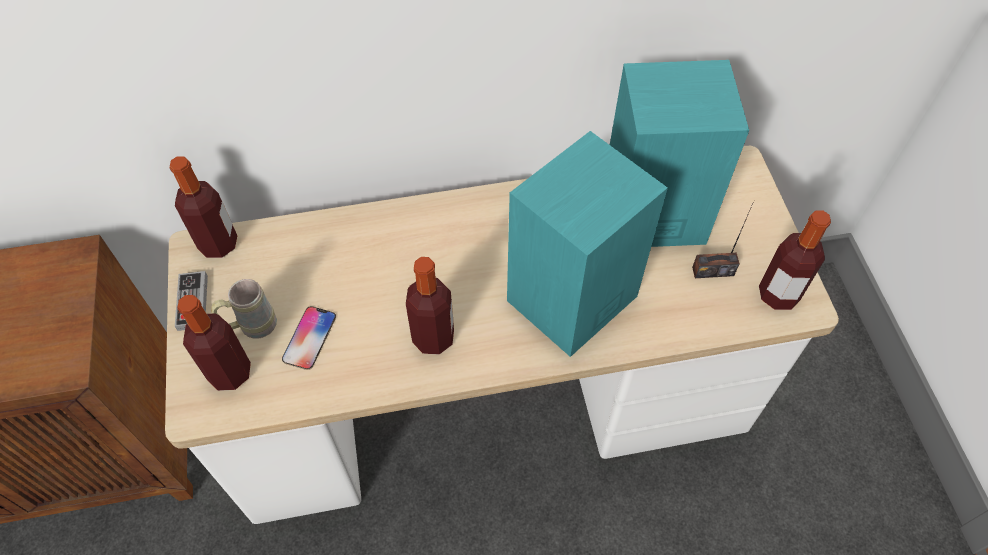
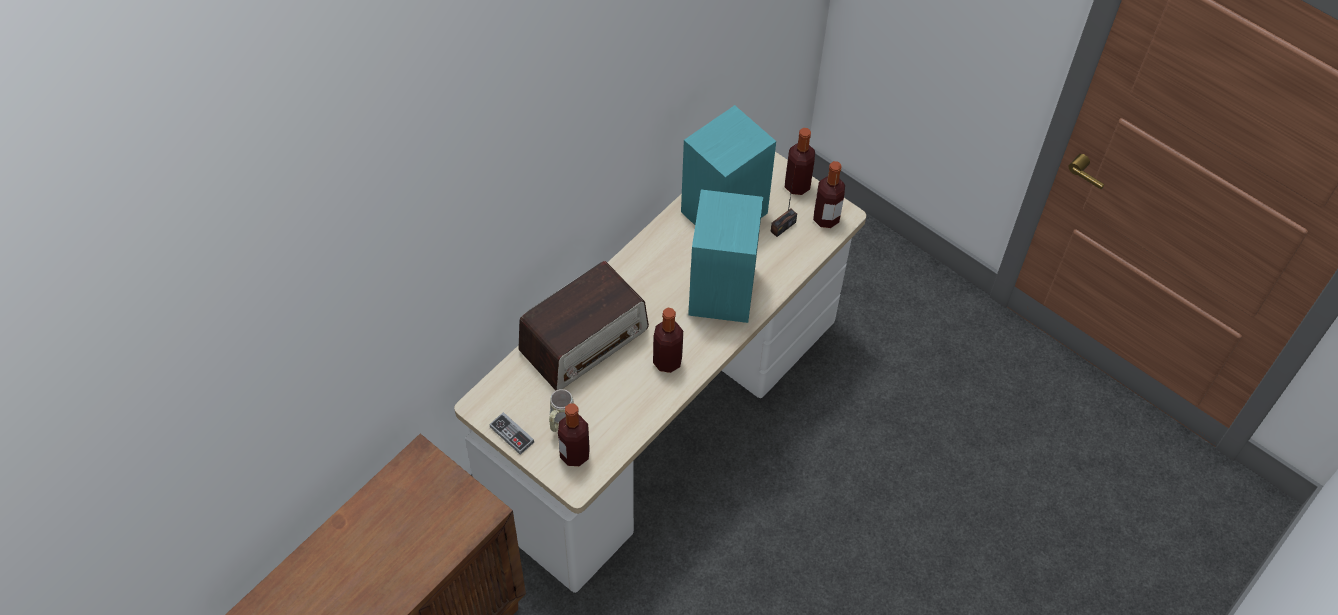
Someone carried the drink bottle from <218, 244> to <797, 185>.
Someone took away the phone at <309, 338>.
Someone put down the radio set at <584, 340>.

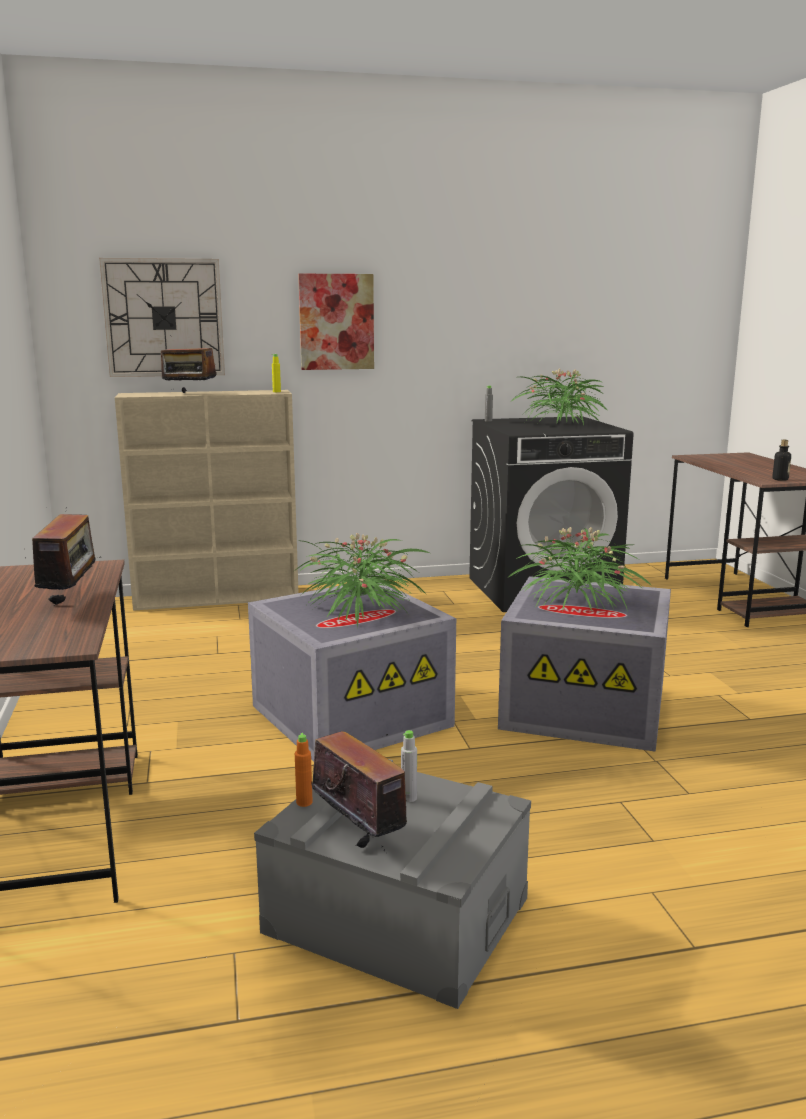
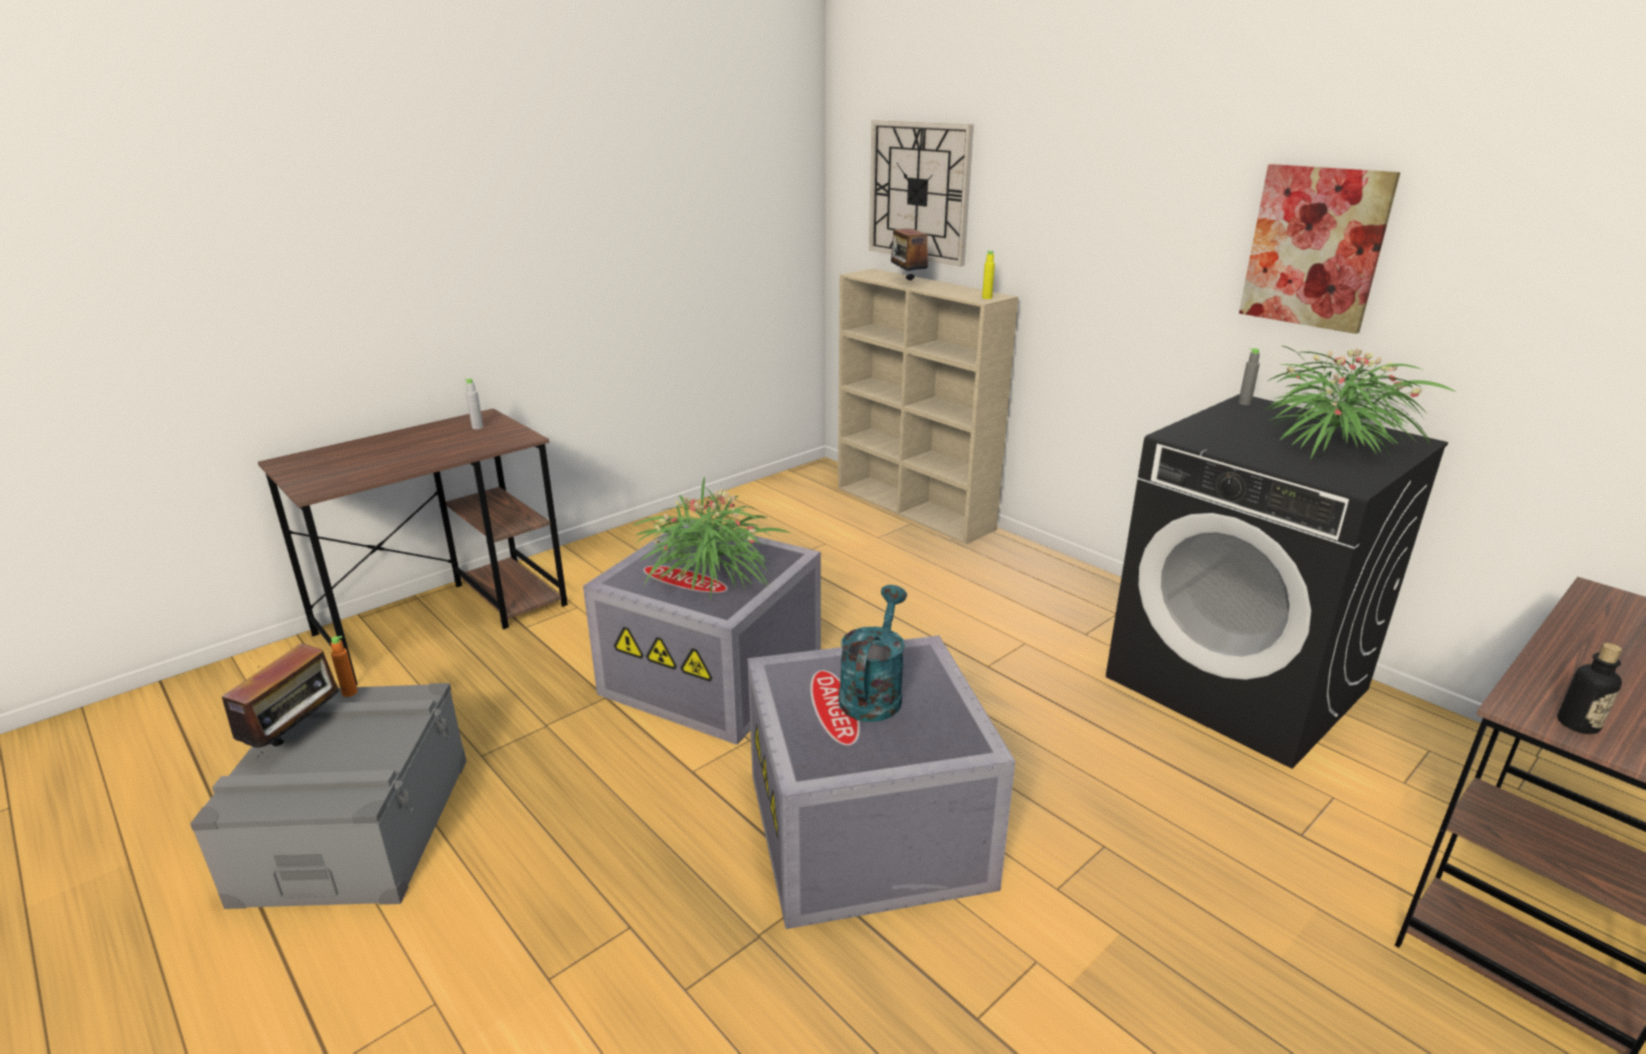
Someone carried the wall picture from <336, 322> to <1315, 247>.
Someone took away the radio set at <71, 599>.
Someone swapped the houseplant at <577, 600> for the turquoise-coloured watering can at <873, 692>.
Someone carried the greyish drink bottle from <409, 798> to <477, 427>.

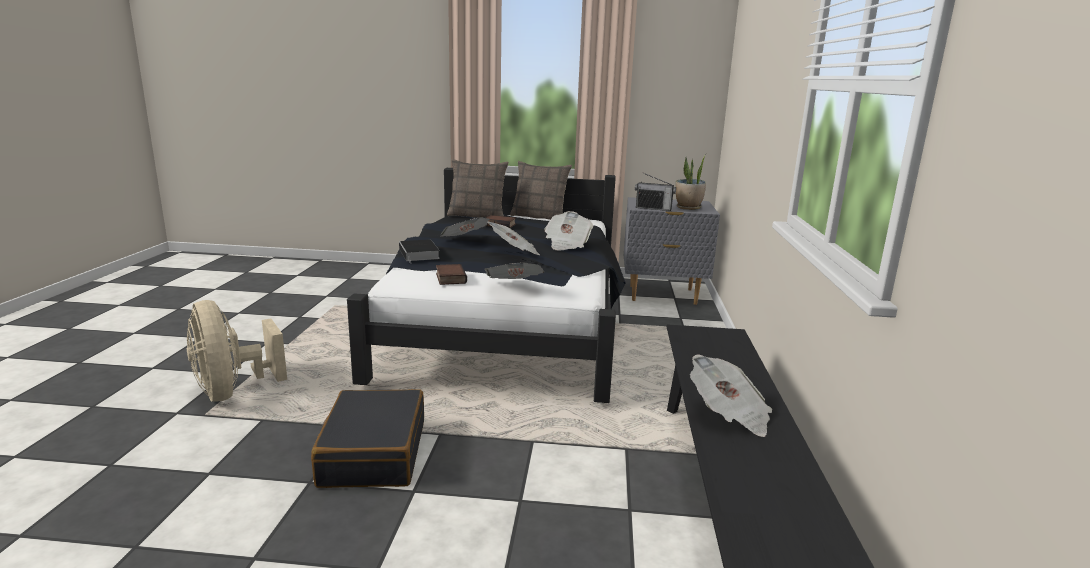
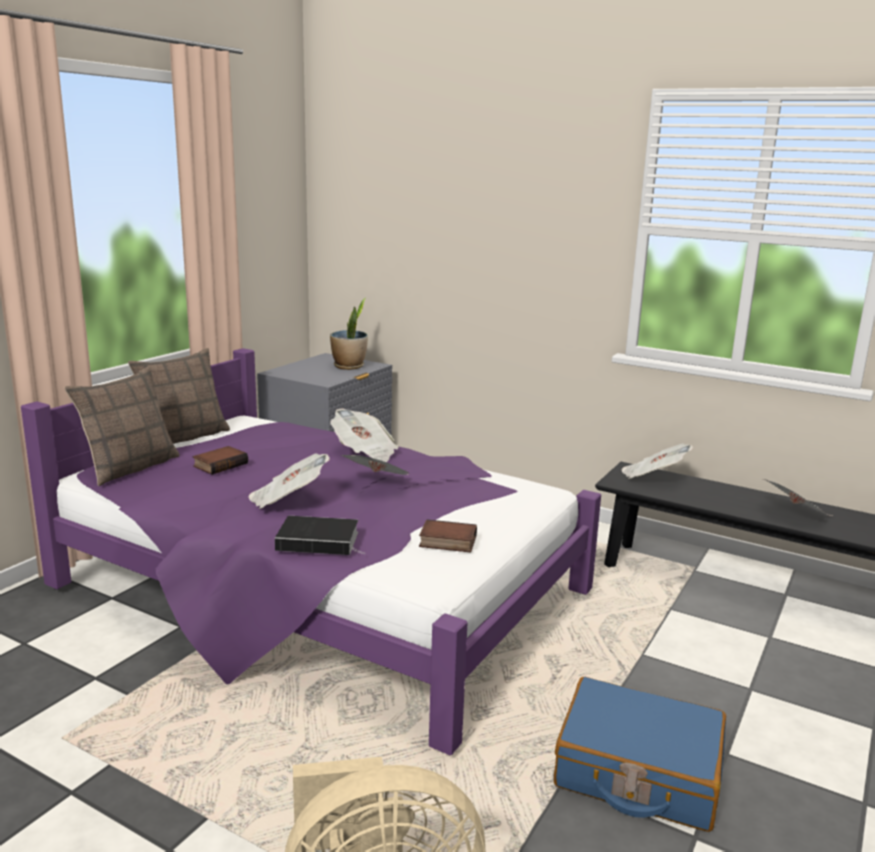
Someone repainted the black sleeping bed at <507, 324>, which became the purple sleeping bed at <321, 594>.
Someone took away the radio set at <653, 208>.
Someone carried the daily paper from <514, 287> to <652, 477>.
Someone repainted the black travel case at <373, 453>, which became the blue-coloured travel case at <637, 772>.

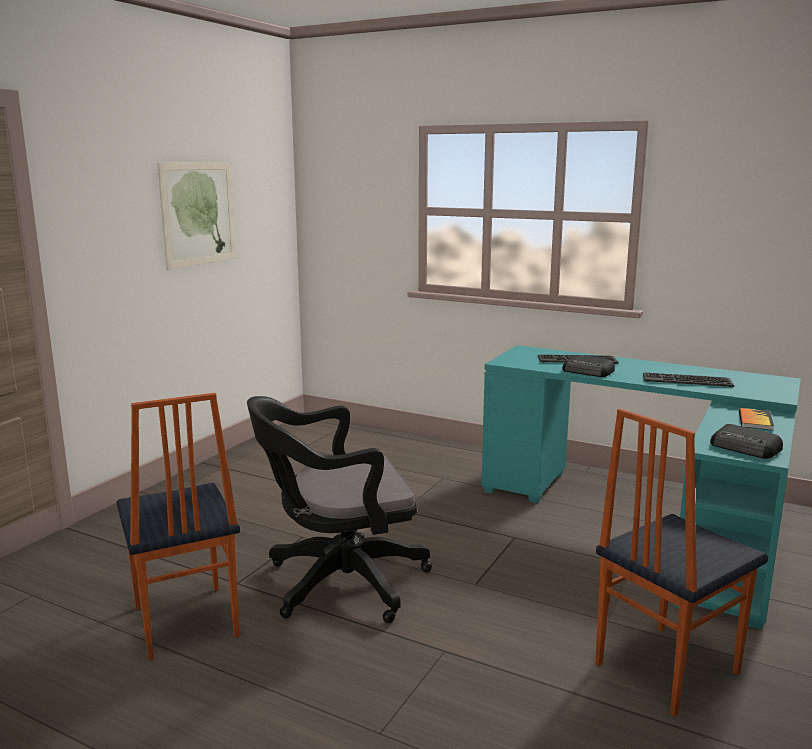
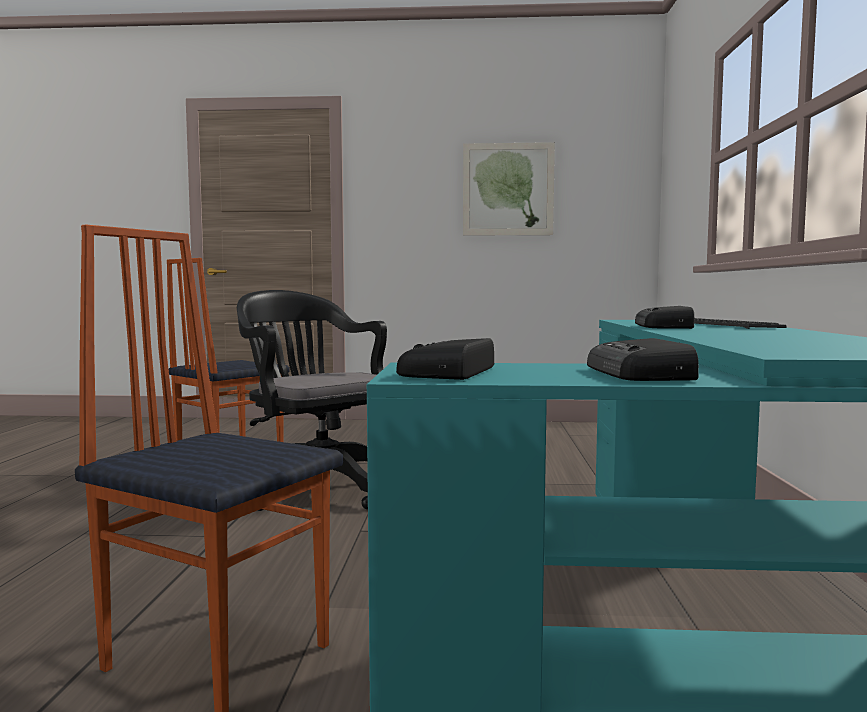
Someone took away the PC keyboard at <686, 380>.
Someone swapped the book at <755, 420> for the radio set at <640, 374>.

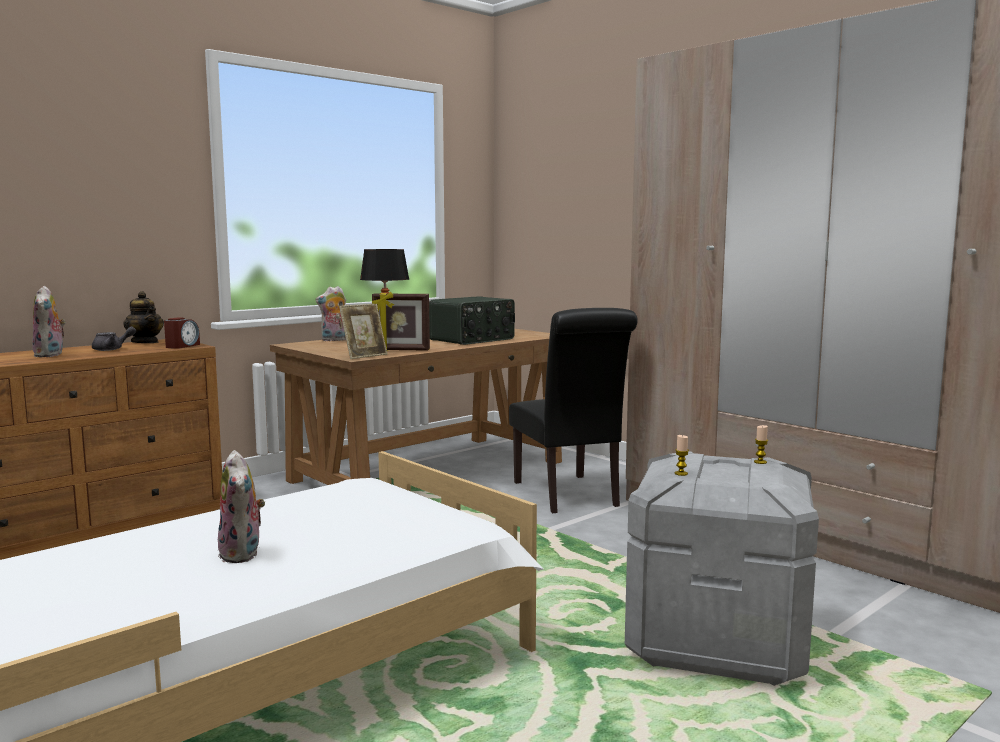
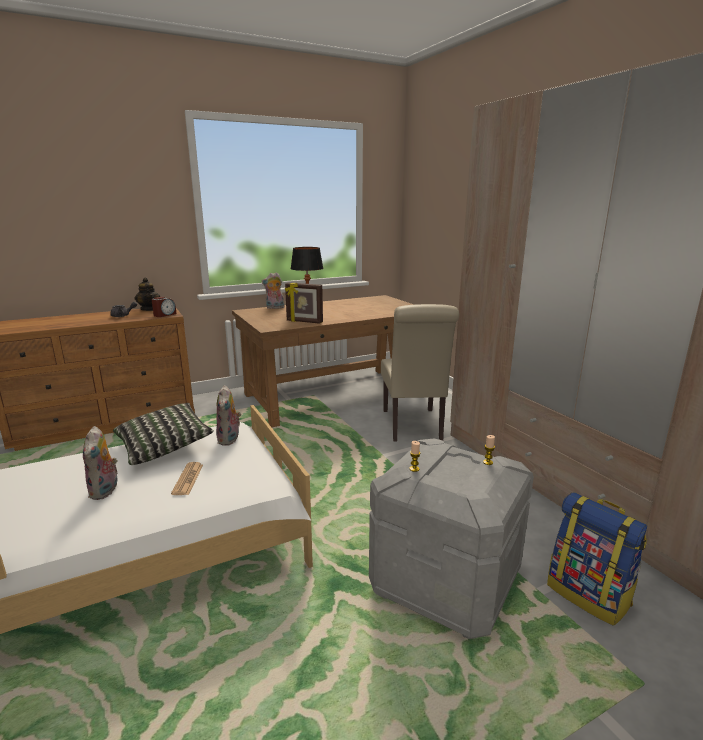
Someone carried the cuddly toy from <51, 355> to <230, 439>.
Someone took away the radio set at <473, 339>.
Someone took away the photo frame at <364, 356>.
Someone repainted the black upright chair at <569, 496>, which became the sand-coloured upright chair at <413, 427>.
Someone put down the throw pillow at <164, 446>.
Someone put down the daily paper at <188, 479>.
Someone put down the backpack at <589, 595>.

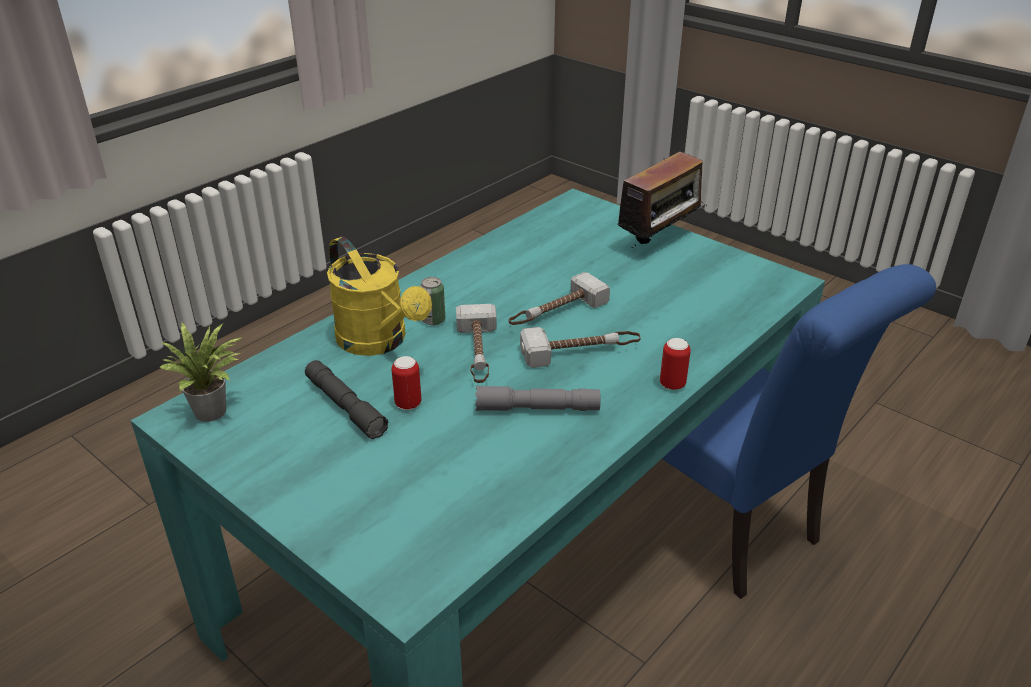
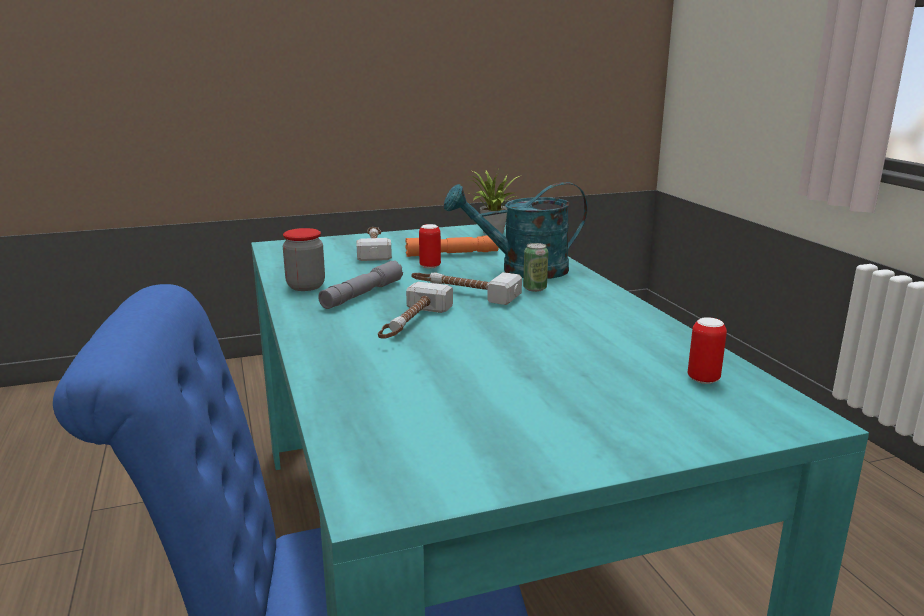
Someone took away the radio set at <659, 241>.
Someone repainted the yellowish watering can at <379, 342>, which became the turquoise-coloured watering can at <522, 270>.
Someone carried the tool hammer from <556, 312> to <374, 248>.
Someone carried the can from <672, 384> to <703, 379>.
Someone repainted the greyish torch at <345, 406>, which became the orange torch at <452, 254>.
Someone put down the jar at <306, 286>.

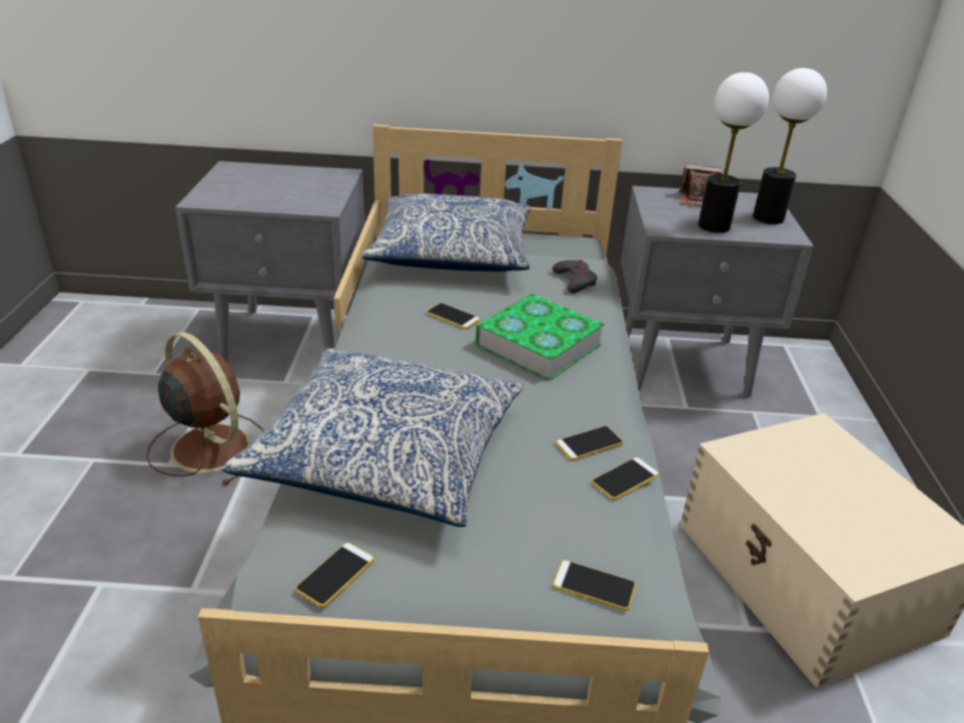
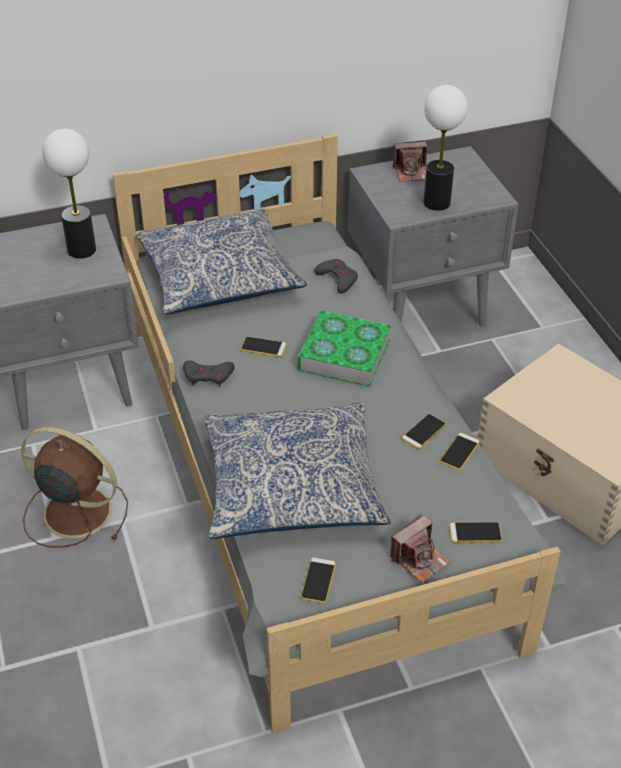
Someone carried the tabletop lamp from <767, 217> to <81, 250>.
Someone put down the greyish gamepad at <208, 376>.
Someone put down the photo camera at <419, 559>.

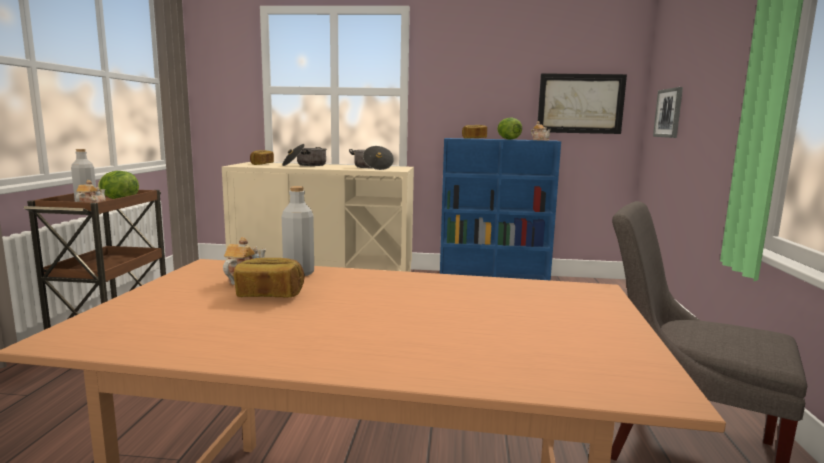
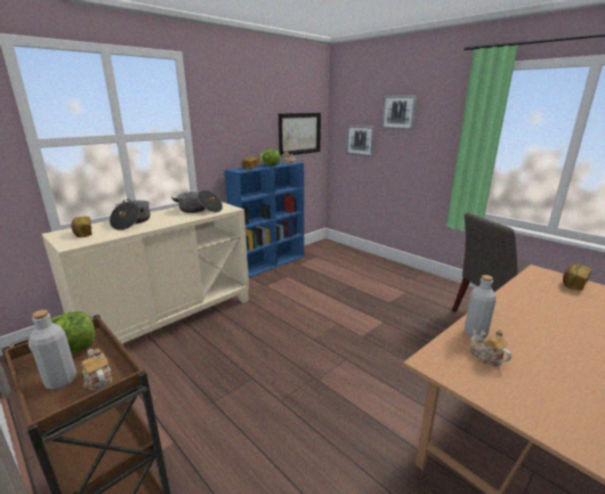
Someone carried the bakery bread from <269, 294> to <573, 284>.
Someone put up the wall picture at <399, 112>.

